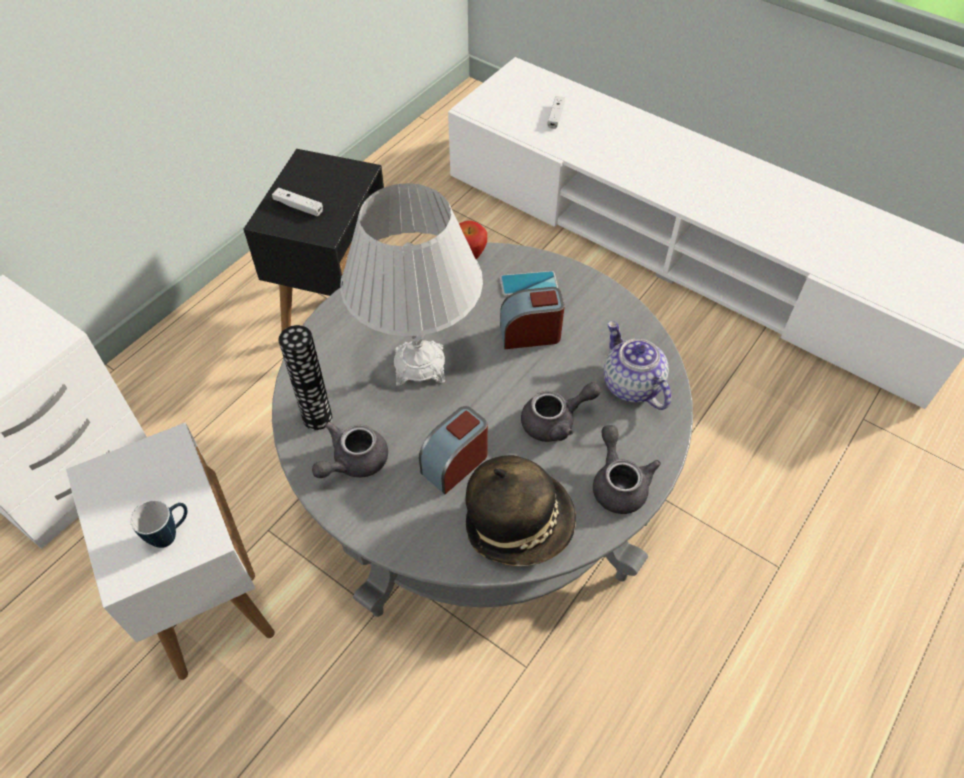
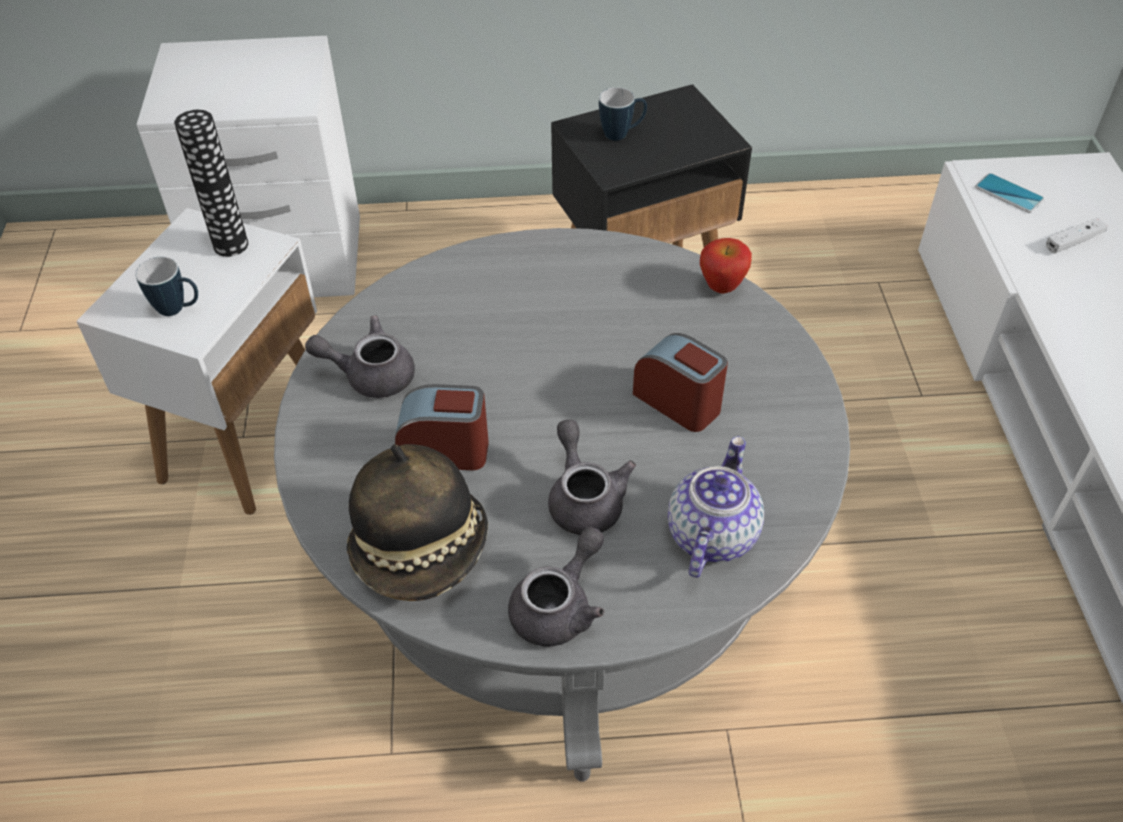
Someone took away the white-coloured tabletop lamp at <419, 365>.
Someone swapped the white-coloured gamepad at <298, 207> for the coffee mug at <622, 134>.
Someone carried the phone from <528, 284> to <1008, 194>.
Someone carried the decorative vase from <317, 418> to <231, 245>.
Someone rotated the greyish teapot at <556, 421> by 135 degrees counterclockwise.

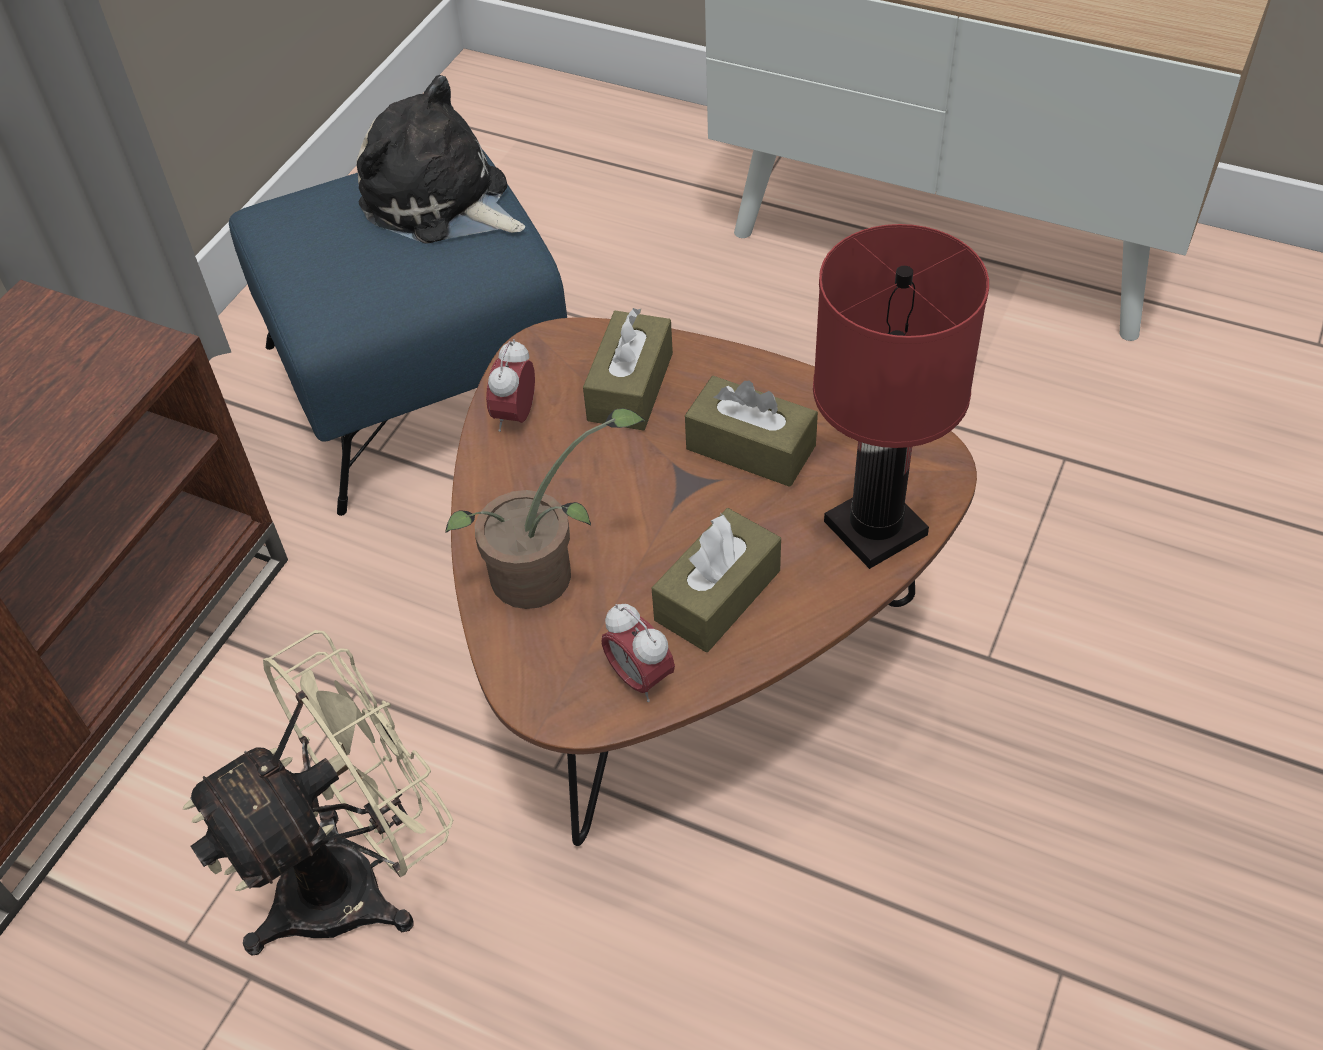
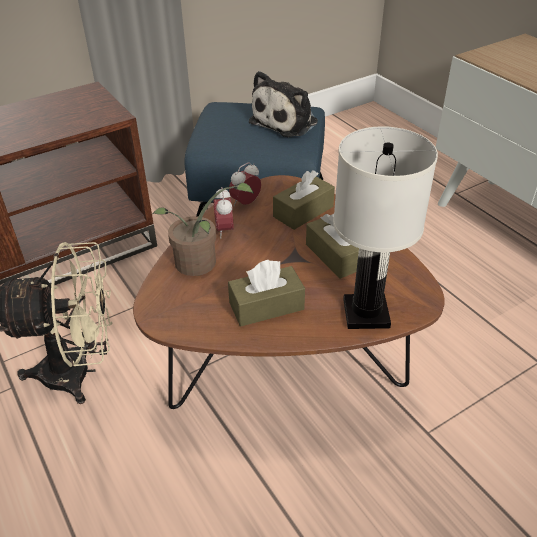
Someone rotated the cuddly toy at <441, 202> by 120 degrees counterclockwise.
Someone repainted the red-coloured tabletop lamp at <875, 529>, which became the white-coloured tabletop lamp at <365, 314>.
Someone carried the table clock from <639, 678> to <224, 230>.

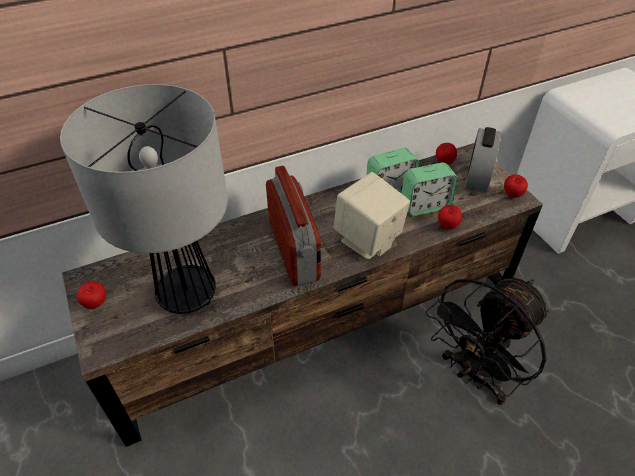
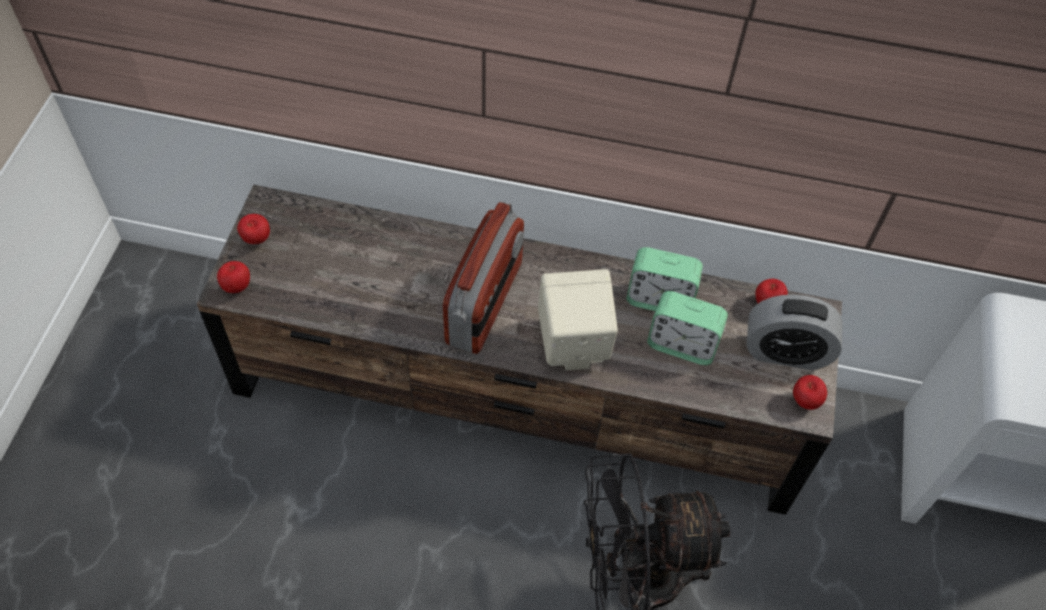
Someone took away the tabletop lamp at <186, 293>.
Someone rotated the table clock at <477, 179> by 135 degrees counterclockwise.
Someone carried the whole apple from <447, 226> to <237, 287>.

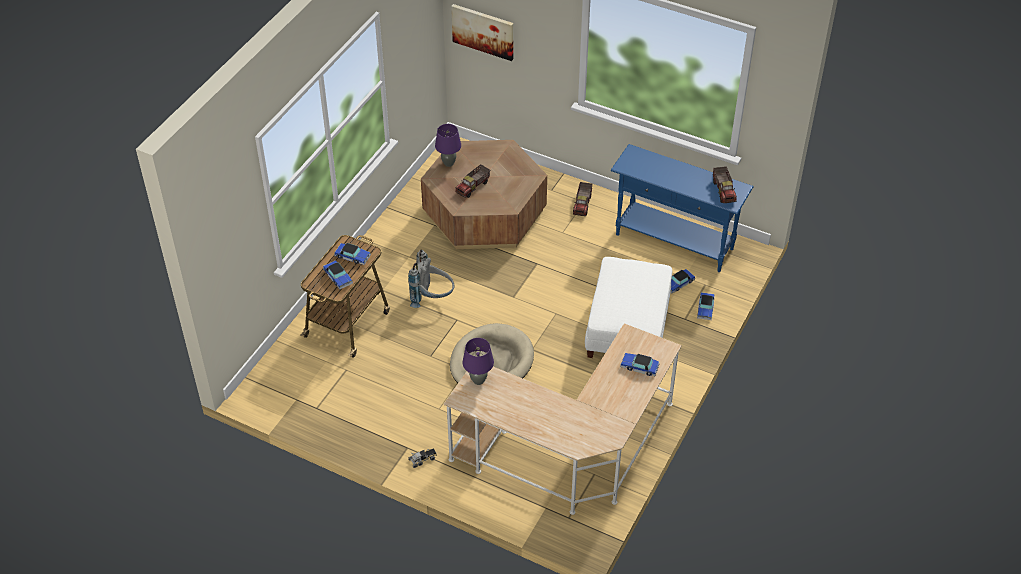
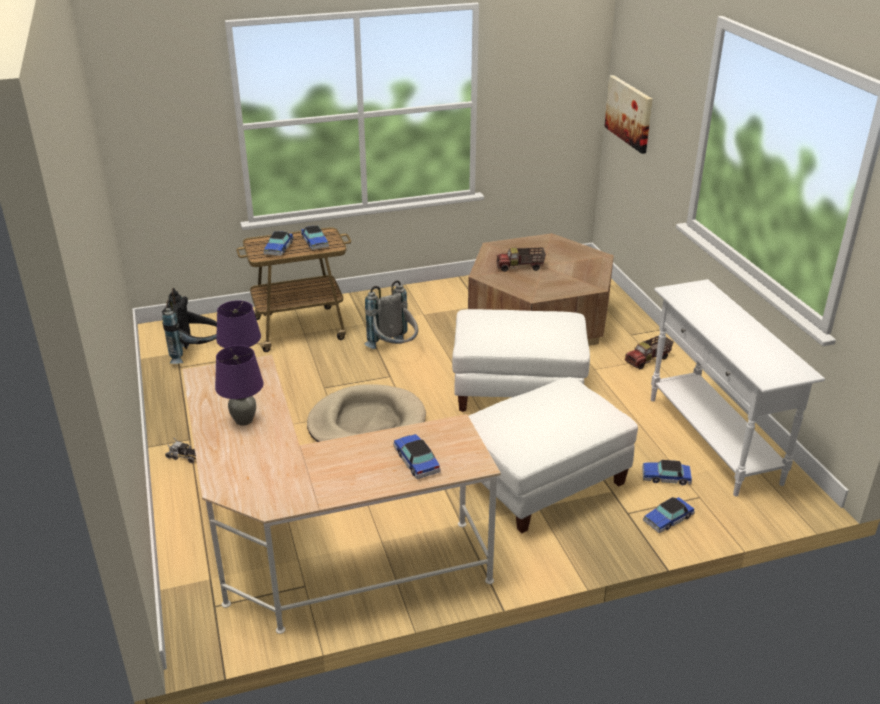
Someone carried the purple tabletop lamp from <449, 163> to <244, 420>.
Someone repainted the blue-coloured hall table at <674, 242>, which became the white-coloured hall table at <713, 440>.
Someone took away the model truck at <724, 191>.
Someone put down the black backpack at <197, 354>.
Someone put down the white-coloured pouffe at <517, 390>.

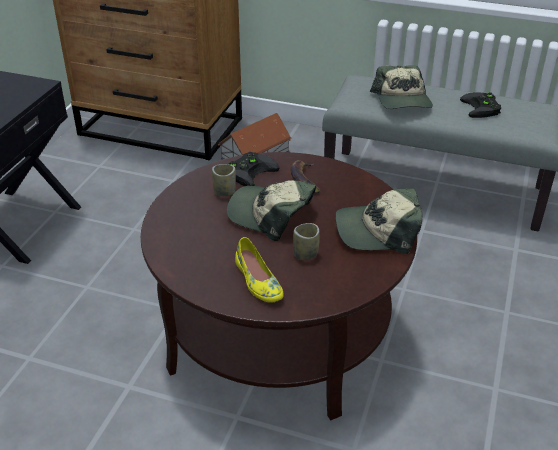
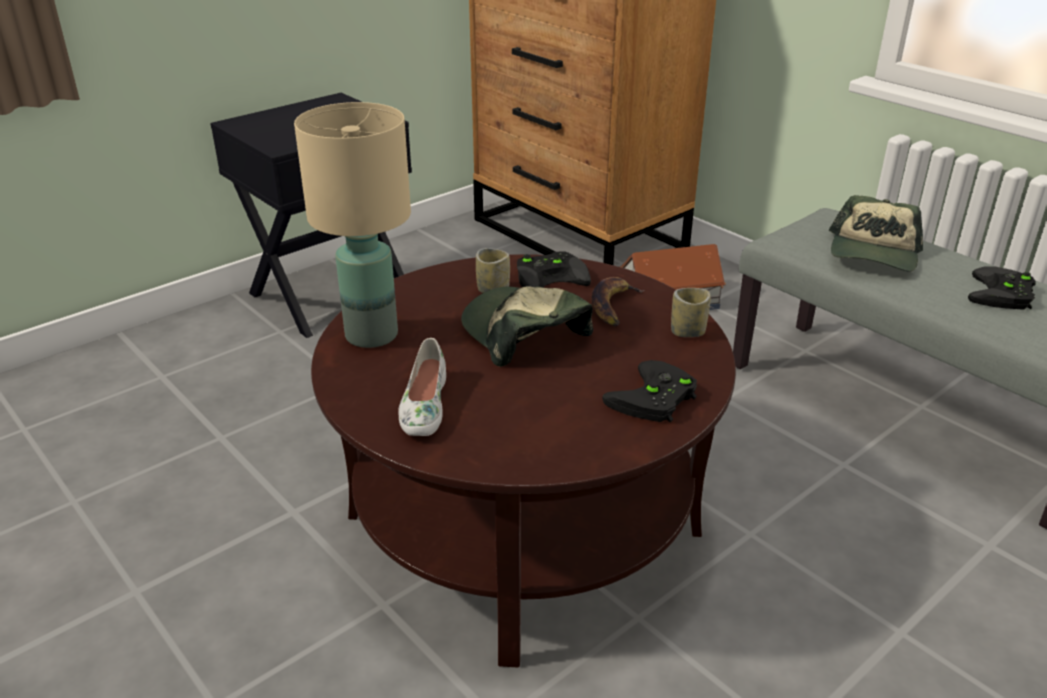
Someone swapped the cap at <377, 231> for the black gamepad at <653, 400>.
Someone carried the small cup from <305, 254> to <687, 332>.
Someone repainted the yellowish low shoe at <257, 281>, which became the white-coloured low shoe at <423, 405>.
Someone put down the sand-coloured tabletop lamp at <371, 334>.

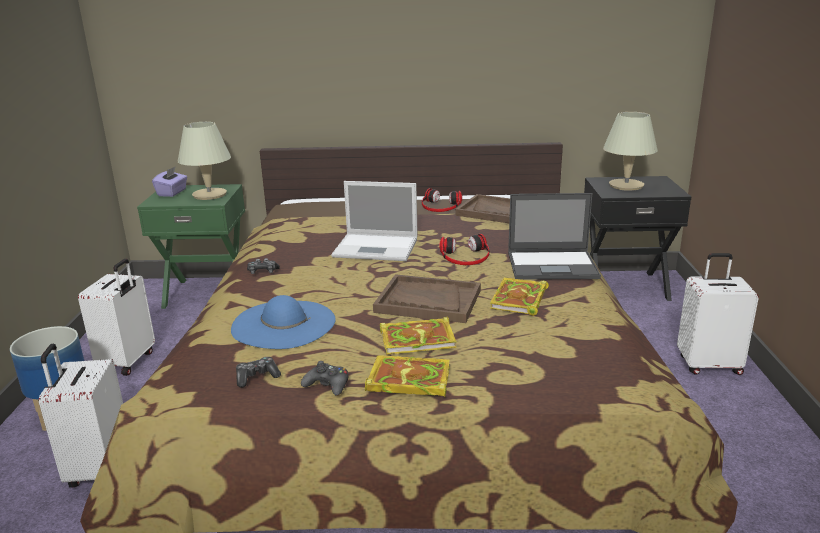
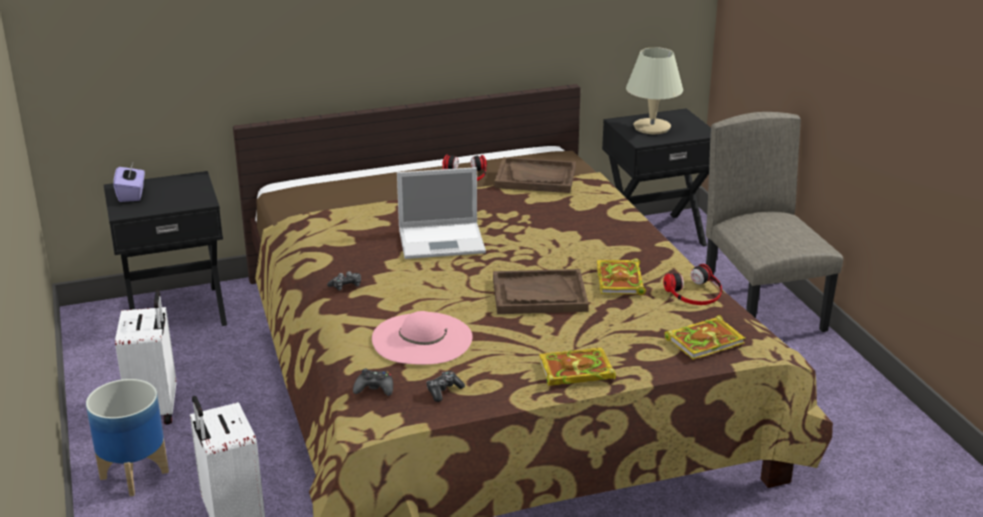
Someone took away the sand-coloured tabletop lamp at <210, 195>.
Someone repainted the green-coloured night table at <207, 292>, which became the black night table at <176, 311>.
Someone took away the notebook computer at <553, 265>.
Someone carried the headset from <465, 256> to <695, 293>.
Someone swapped the white-coloured travel case at <708, 365> for the sand-coloured upright chair at <763, 311>.
Someone repainted the blue-coloured clothing hat at <283, 324>, which became the pink clothing hat at <422, 339>.
Someone carried the book from <419, 339> to <706, 341>.
Someone carried the black gamepad from <327, 385> to <374, 388>.

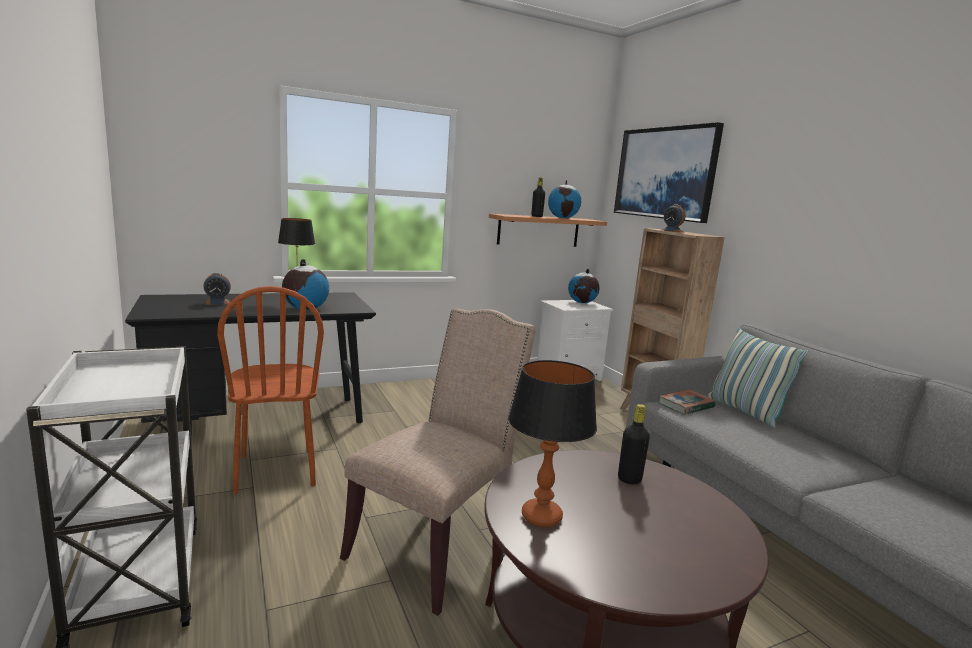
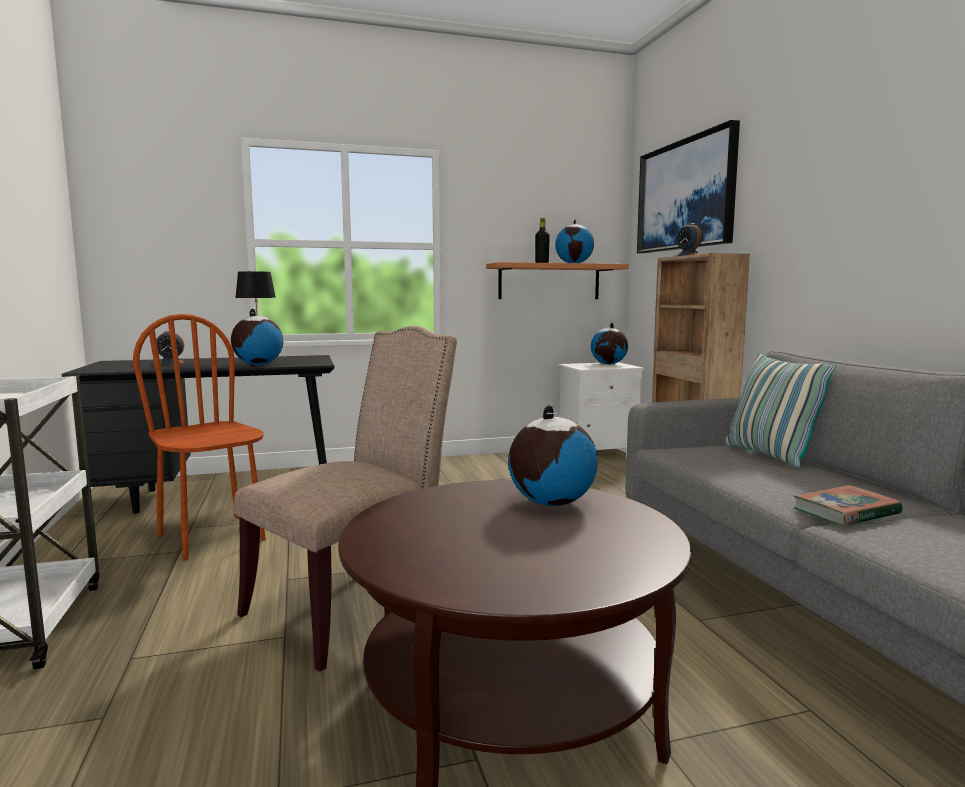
Someone rotated the brown upright chair at <276, 471> by 150 degrees clockwise.
Someone took away the tabletop lamp at <541, 517>.
Someone carried the book from <686, 405> to <846, 512>.
Someone swapped the black drink bottle at <629, 479> for the world globe at <550, 503>.

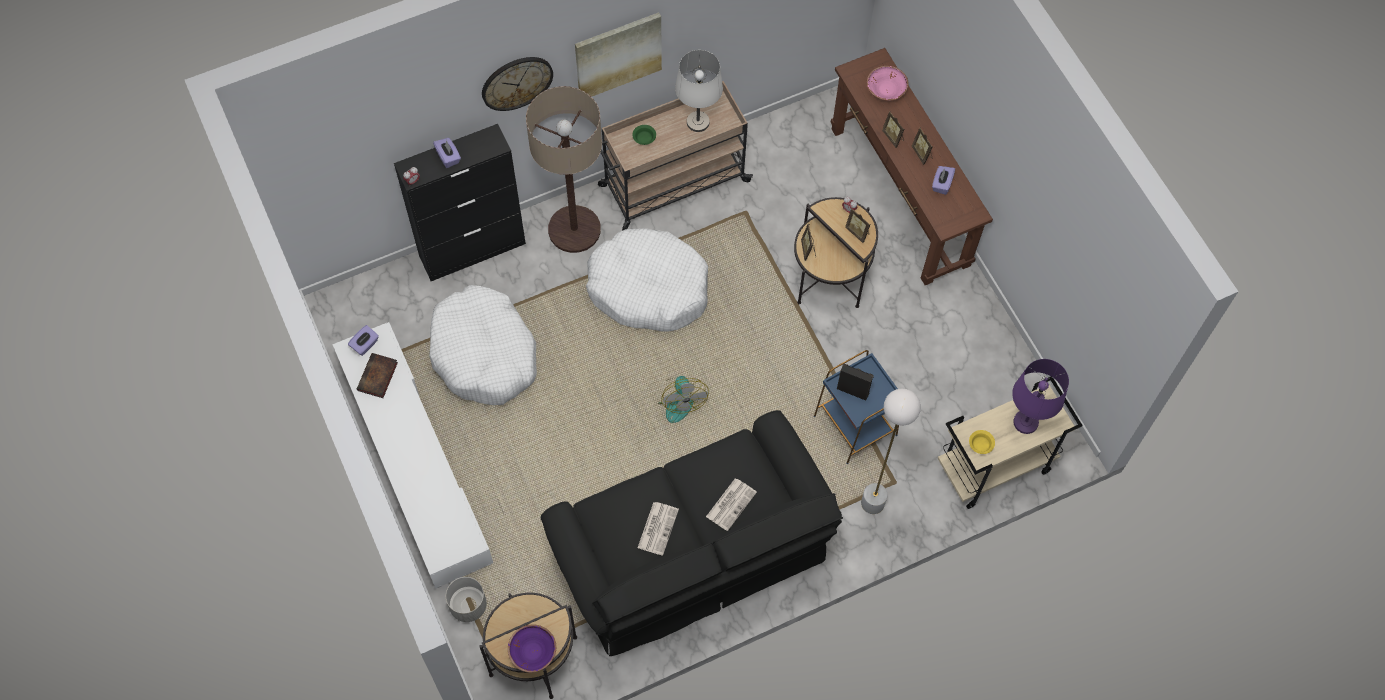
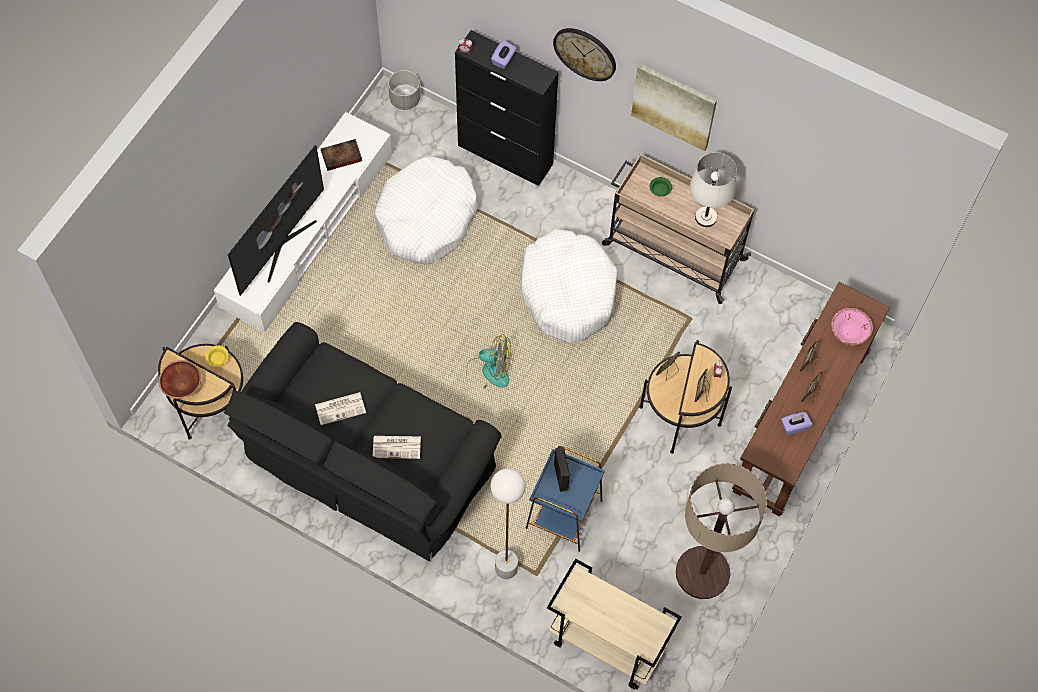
Someone carried the floor lamp from <574, 229> to <702, 572>.
Someone took away the purple box of tissues at <365, 345>.
Someone took away the purple tabletop lamp at <1025, 422>.
Someone rotated the electric fan at <677, 400> by 120 degrees counterclockwise.
Someone carried the yellowish serving bowl from <980, 444> to <218, 358>.
Someone carried the greyish plant pot from <468, 605> to <404, 99>.
Someone repainted the purple serving bowl at <533, 651>, which became the brown serving bowl at <182, 384>.
Someone put down the television at <281, 245>.

